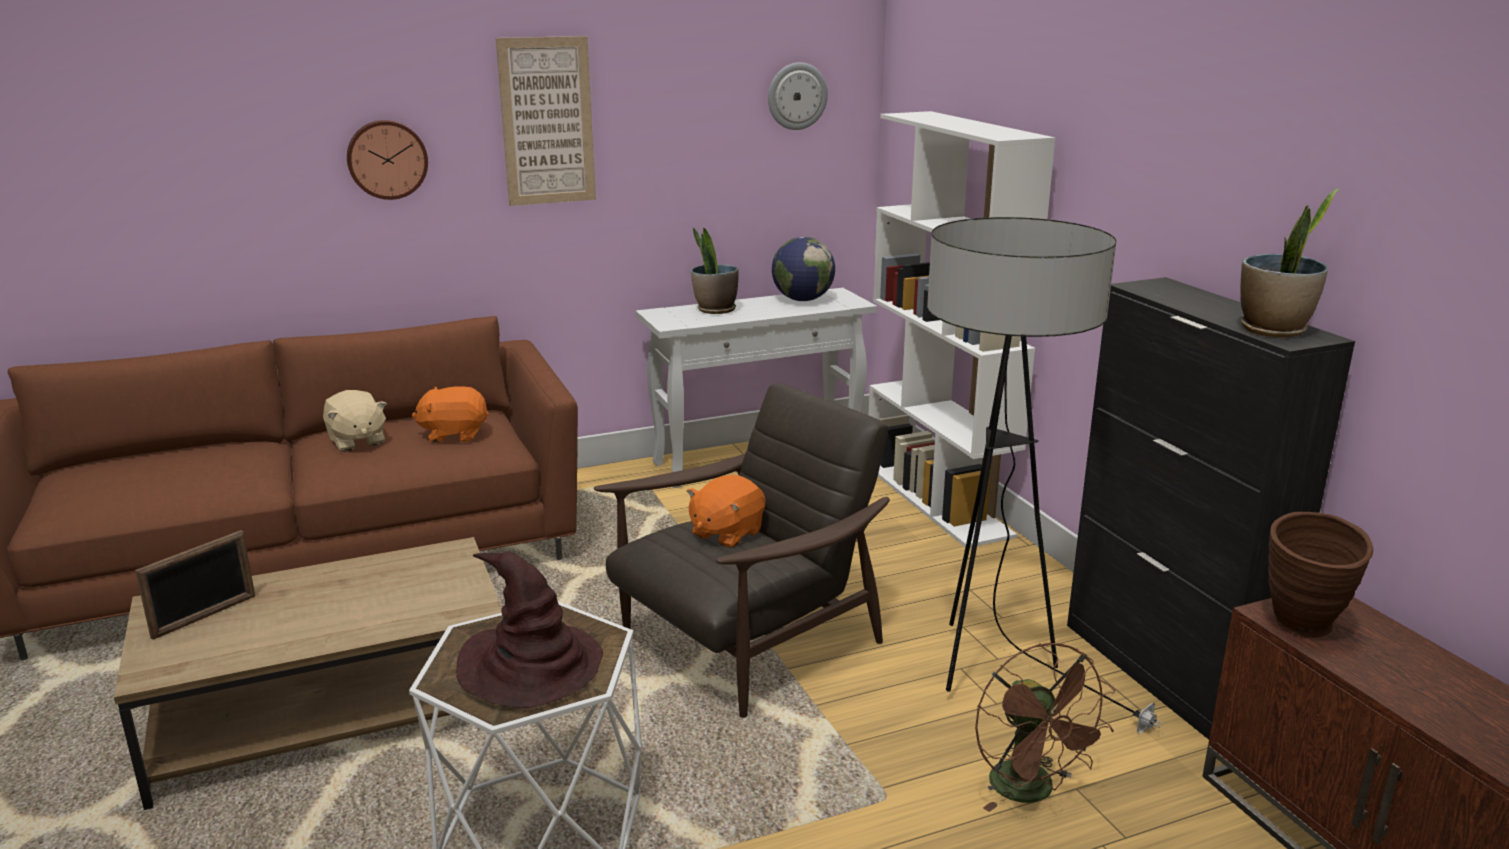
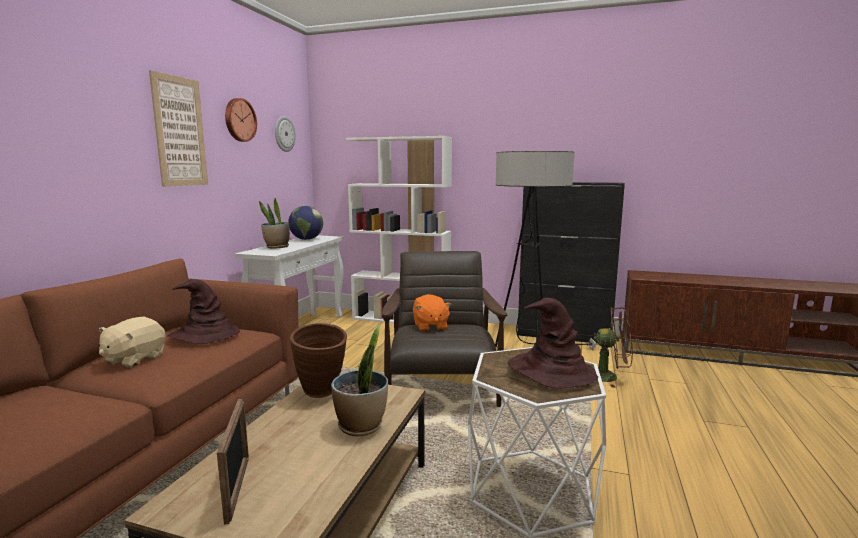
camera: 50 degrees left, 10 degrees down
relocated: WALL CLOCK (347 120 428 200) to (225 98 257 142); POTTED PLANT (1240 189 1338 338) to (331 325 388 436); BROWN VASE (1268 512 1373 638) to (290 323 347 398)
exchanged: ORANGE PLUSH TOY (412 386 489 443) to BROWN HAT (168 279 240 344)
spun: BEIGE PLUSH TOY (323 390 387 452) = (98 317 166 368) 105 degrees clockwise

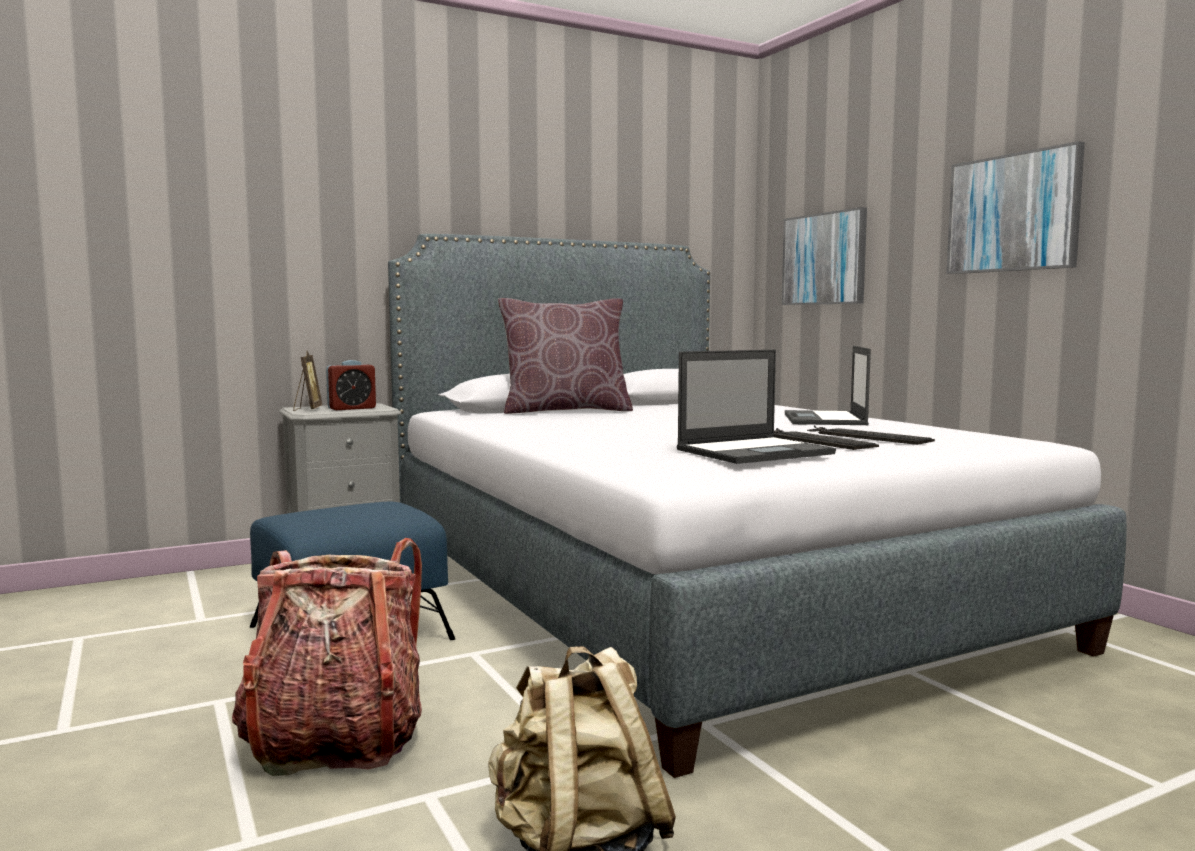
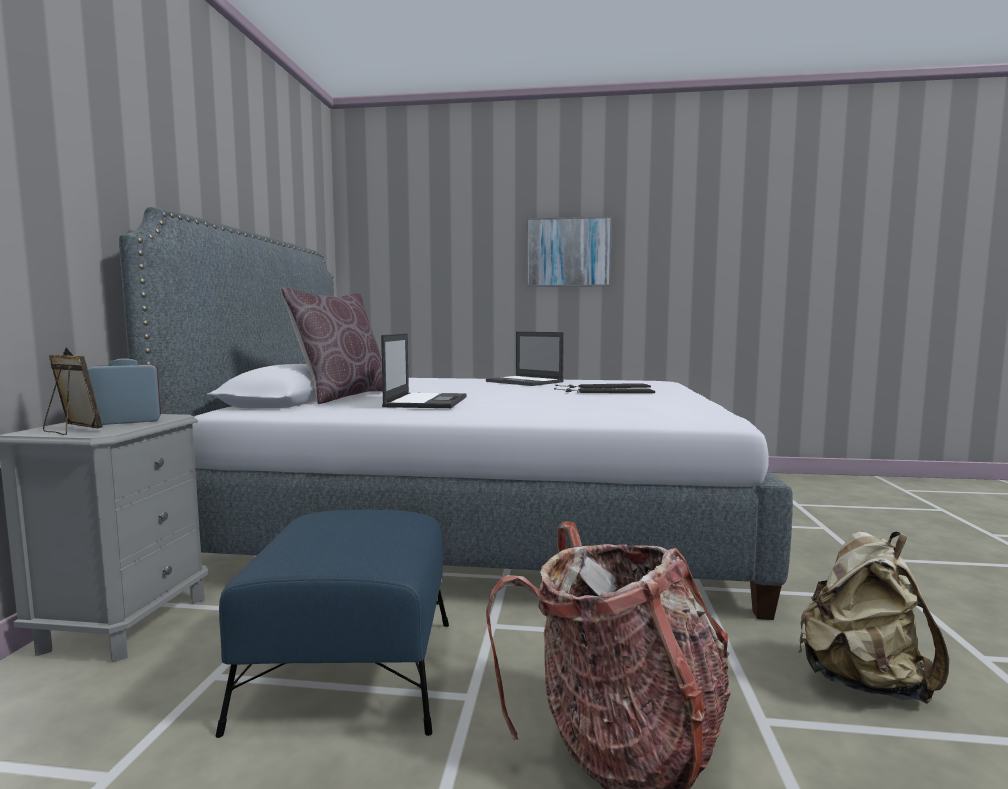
camera: 55 degrees left, 0 degrees up
missing: PICTURE (782 207 867 305)
relocated: LAPTOP (677 350 836 464) to (381 333 466 408)
spun: ALARM CLOCK (326 360 376 410) = (88 358 161 425) 120 degrees counterclockwise

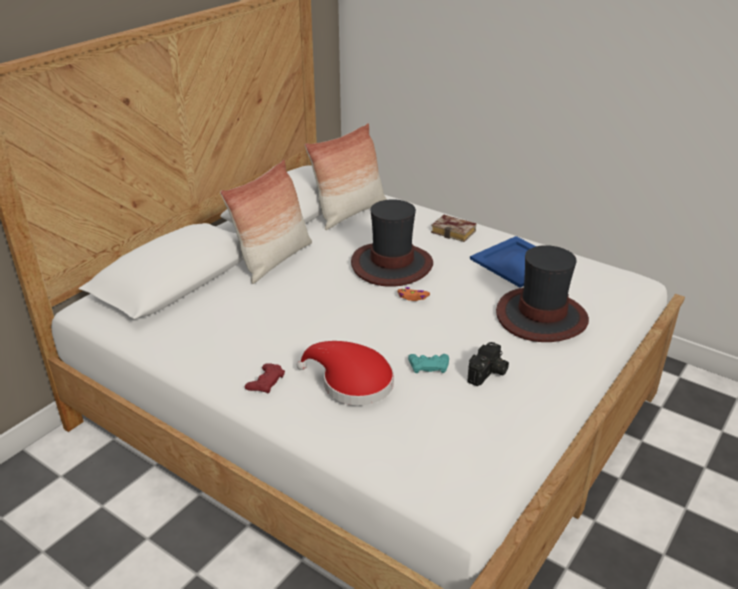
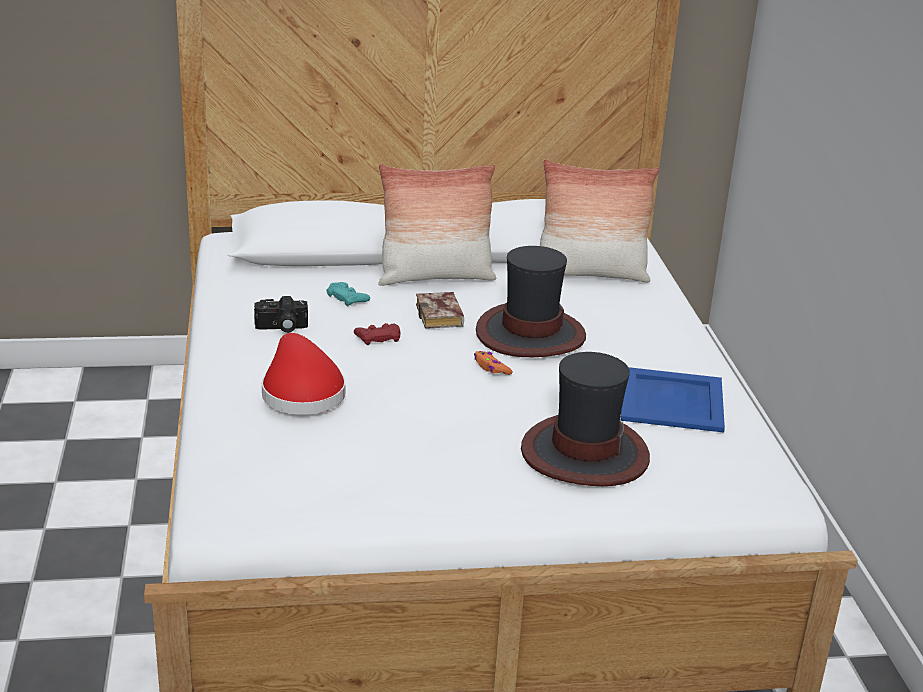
camera: 45 degrees right, 5 degrees down
relocated: RED GAME CONTROLLER (245 363 285 393) to (354 323 401 345); TURQUOISE GAME CONTROLLER (408 354 449 373) to (326 282 370 307); BOOK (431 215 477 242) to (416 292 464 329); PHOTO CAMERA (468 342 509 386) to (254 296 308 333)

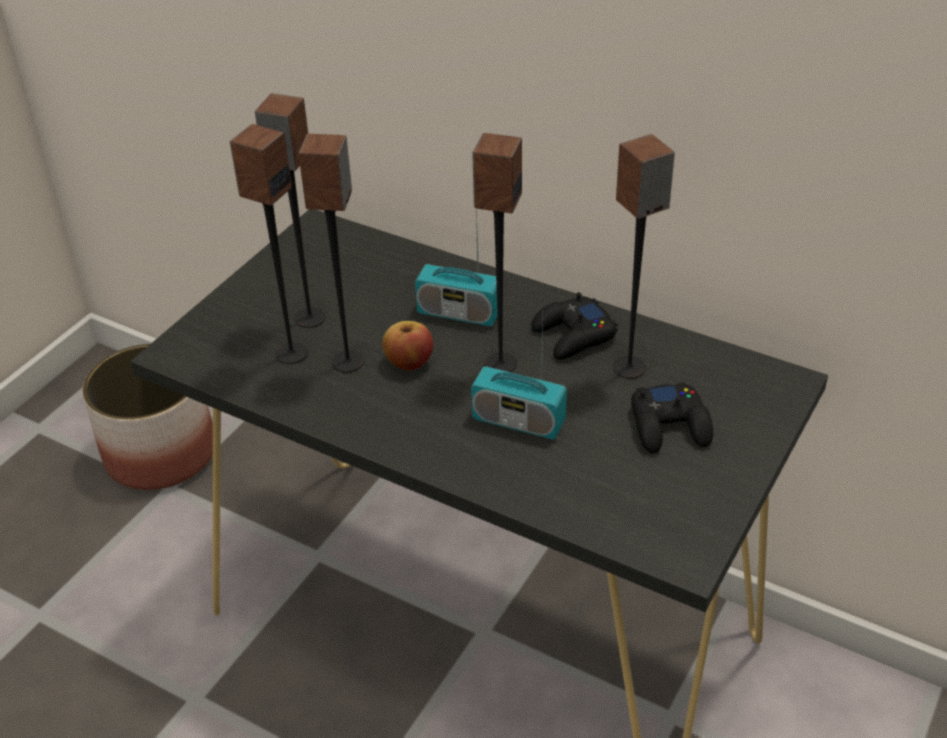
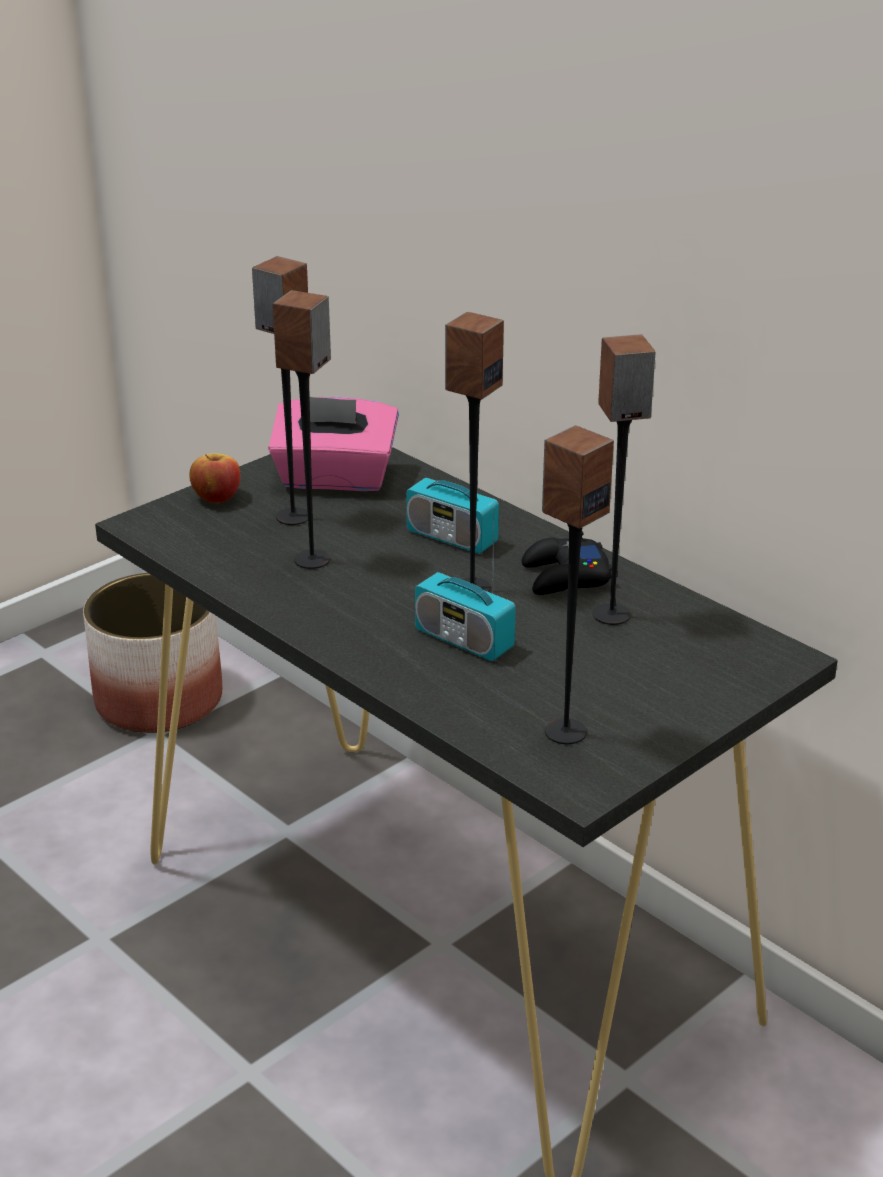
camera: 15 degrees right, 10 degrees down
missing: BLACK GAME CONTROLLER (631 382 713 453)
appeared: PINK TISSUE BOX (268 397 399 491)
relocated: SPEAKER (230 124 308 364) to (542 426 614 744); APPLE (382 321 433 370) to (189 453 240 503)

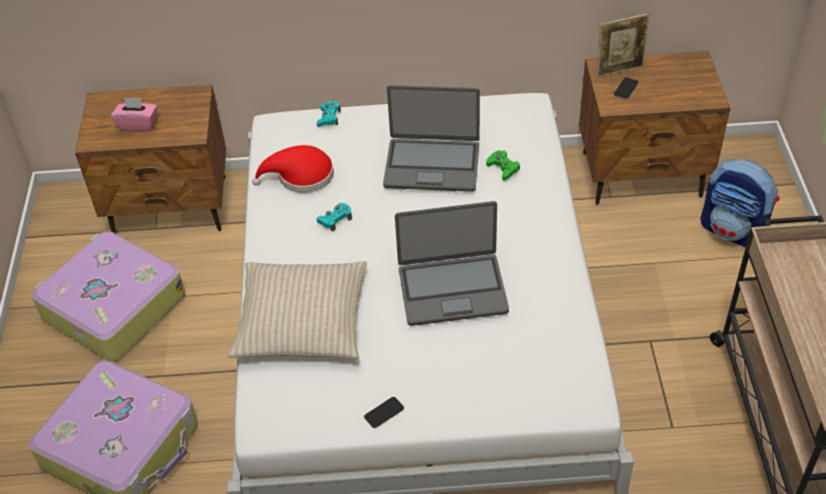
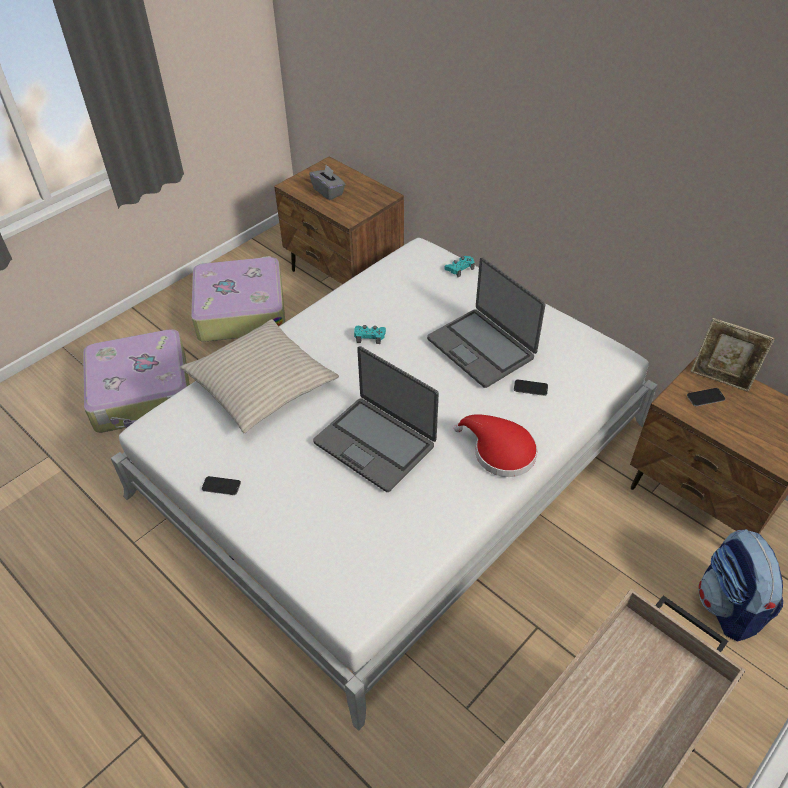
camera: 45 degrees right, 0 degrees up
relocated: RED HAT (252 145 334 193) to (454 414 537 477)
exchanged: GREEN GAME CONTROLLER (486 150 520 180) to PHONE (514 379 548 396)
colour: PINK TISSUE BOX (111 97 157 132) to GREY TISSUE BOX (309 165 346 200)

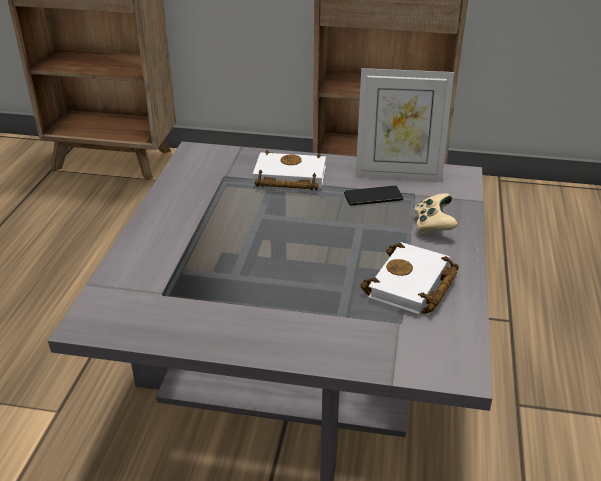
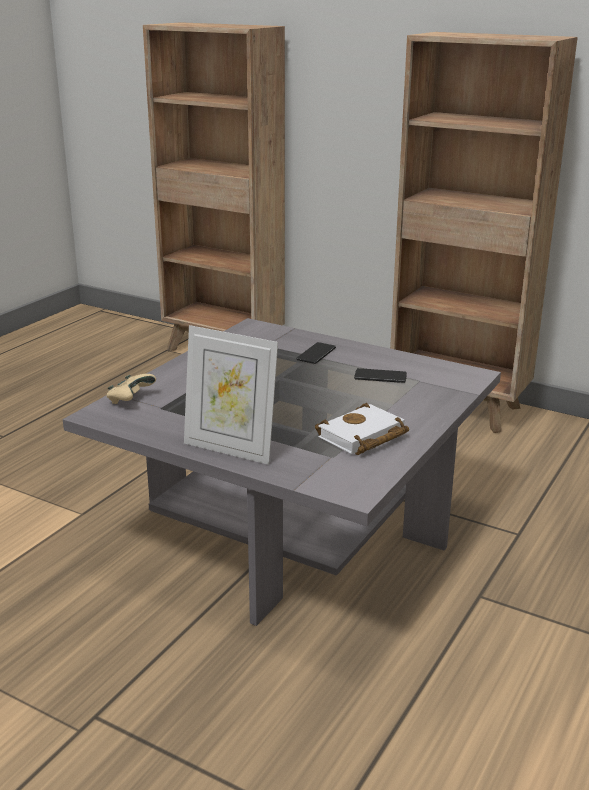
camera: 20 degrees right, 10 degrees down
relocated: PICTURE FRAME (356 68 454 181) to (184 325 278 465); BEIGE GAME CONTROLLER (414 193 458 234) to (106 374 156 404)
exchanged: WHITE BOOK (253 150 326 191) to PHONE (296 342 336 364)

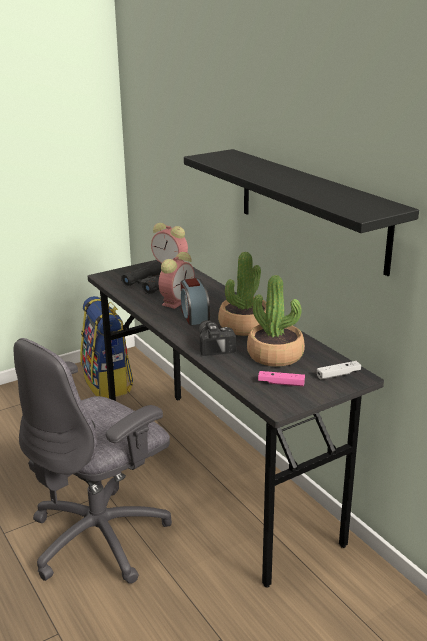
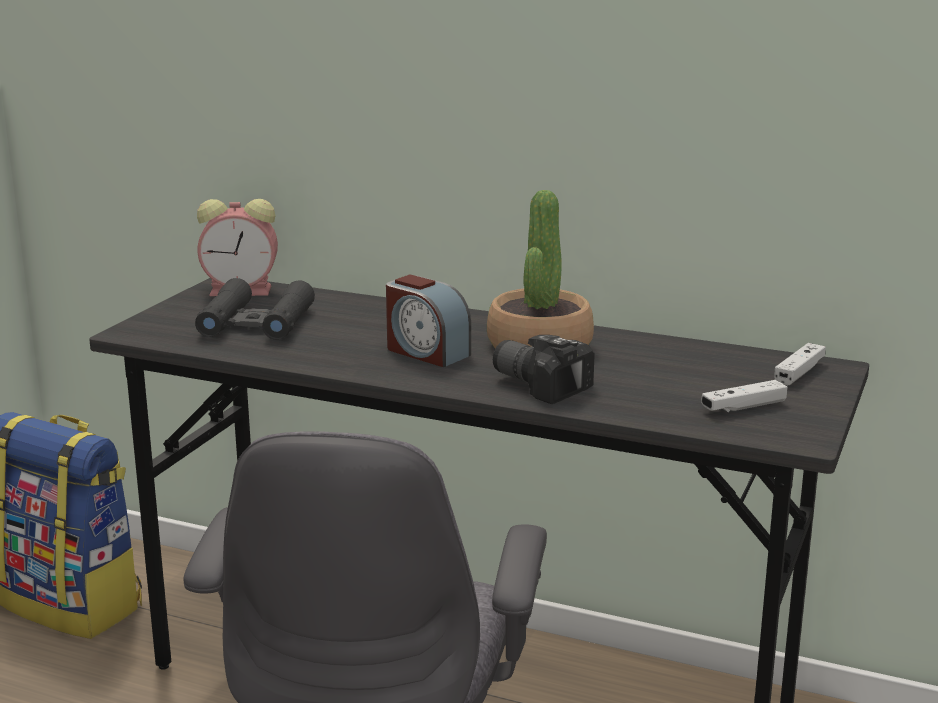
camera: 35 degrees left, 5 degrees down
missing: ALARM CLOCK (159 252 195 309); BLACK SHELF (184 149 419 276); POTTED PLANT (247 275 305 367)
colour: PINK GAME CONTROLLER (258 371 305 387) to WHITE GAME CONTROLLER (701 380 787 412)

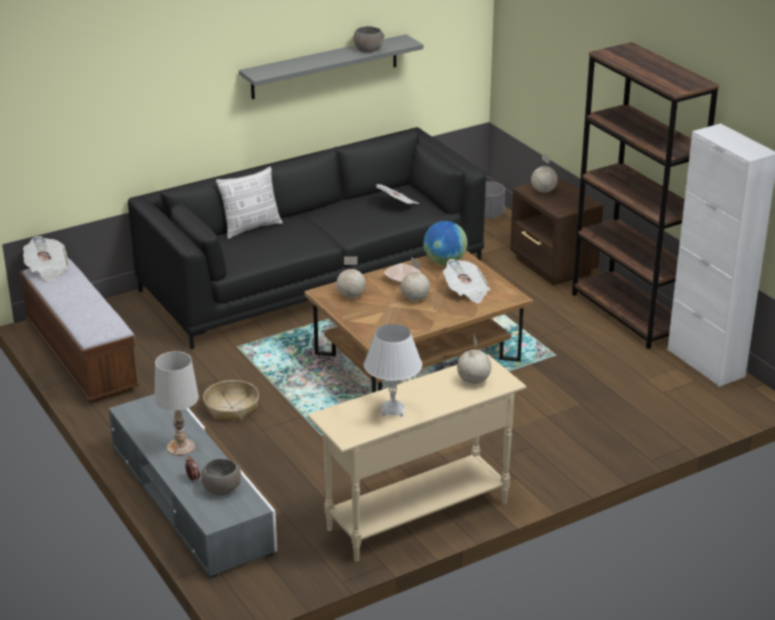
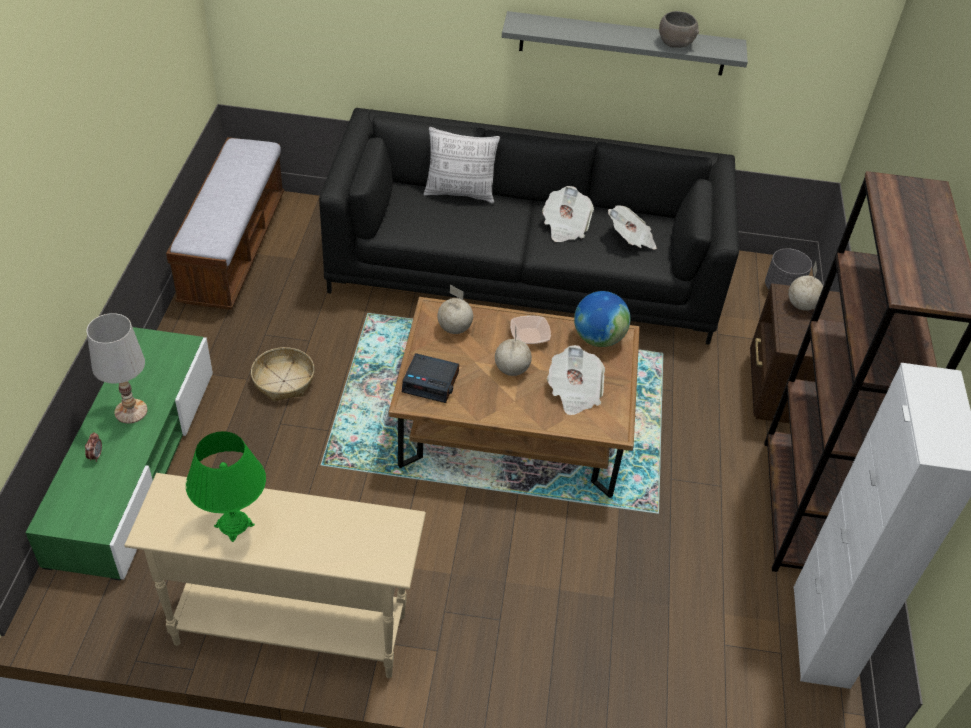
camera: 35 degrees right, 15 degrees up
missing: GREY BOWL (201 459 242 496); GLOBE (457 334 491 384)
appeared: ALARM CLOCK (402 353 459 403)
relocated: NEWSPAPER (23 236 69 281) to (542 186 594 242)
colour: GREY TV STAND (109 394 277 578) to GREEN TV STAND (25 327 213 581); WHITE TABLE LAMP (364 324 422 417) to GREEN TABLE LAMP (186 431 266 542)

